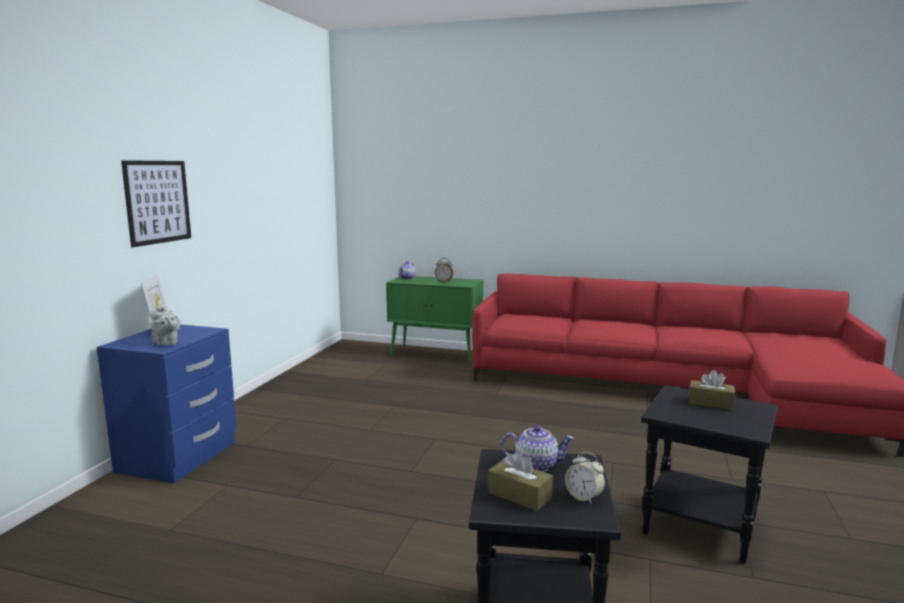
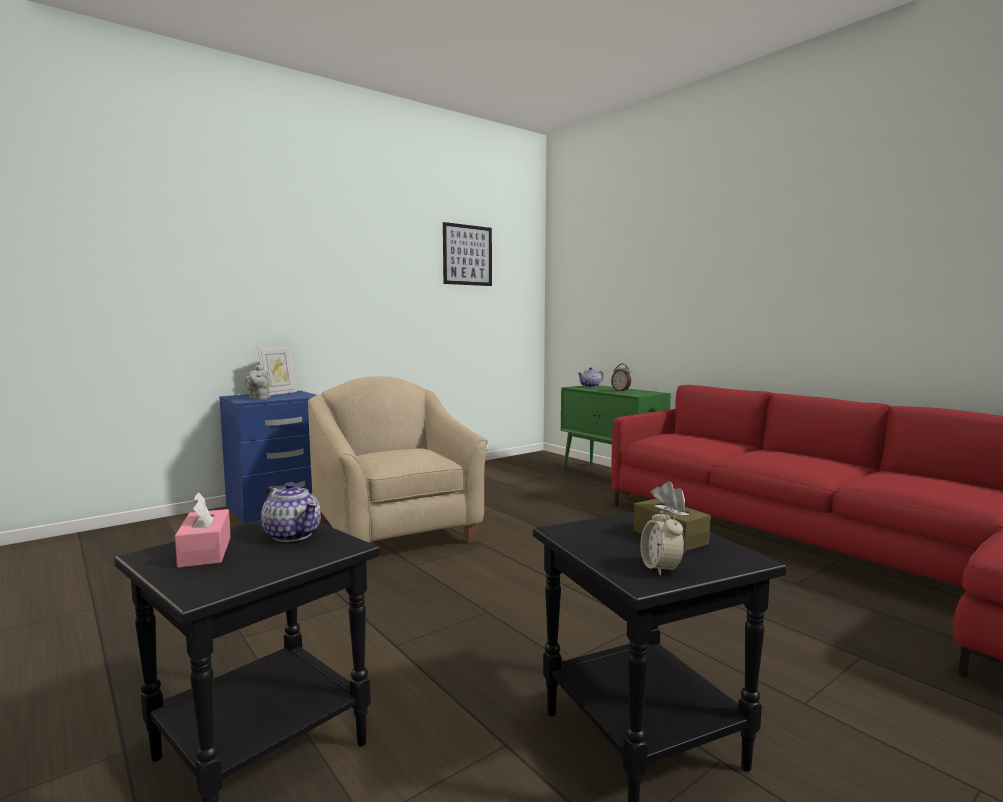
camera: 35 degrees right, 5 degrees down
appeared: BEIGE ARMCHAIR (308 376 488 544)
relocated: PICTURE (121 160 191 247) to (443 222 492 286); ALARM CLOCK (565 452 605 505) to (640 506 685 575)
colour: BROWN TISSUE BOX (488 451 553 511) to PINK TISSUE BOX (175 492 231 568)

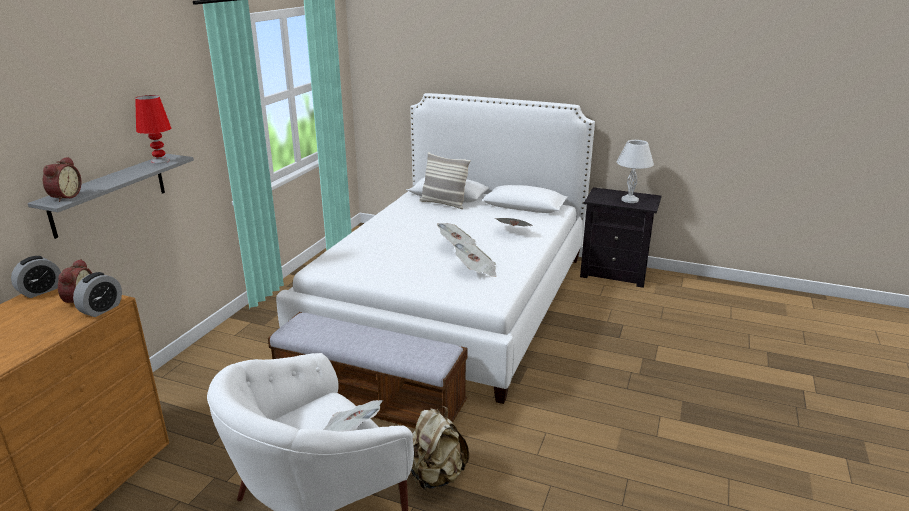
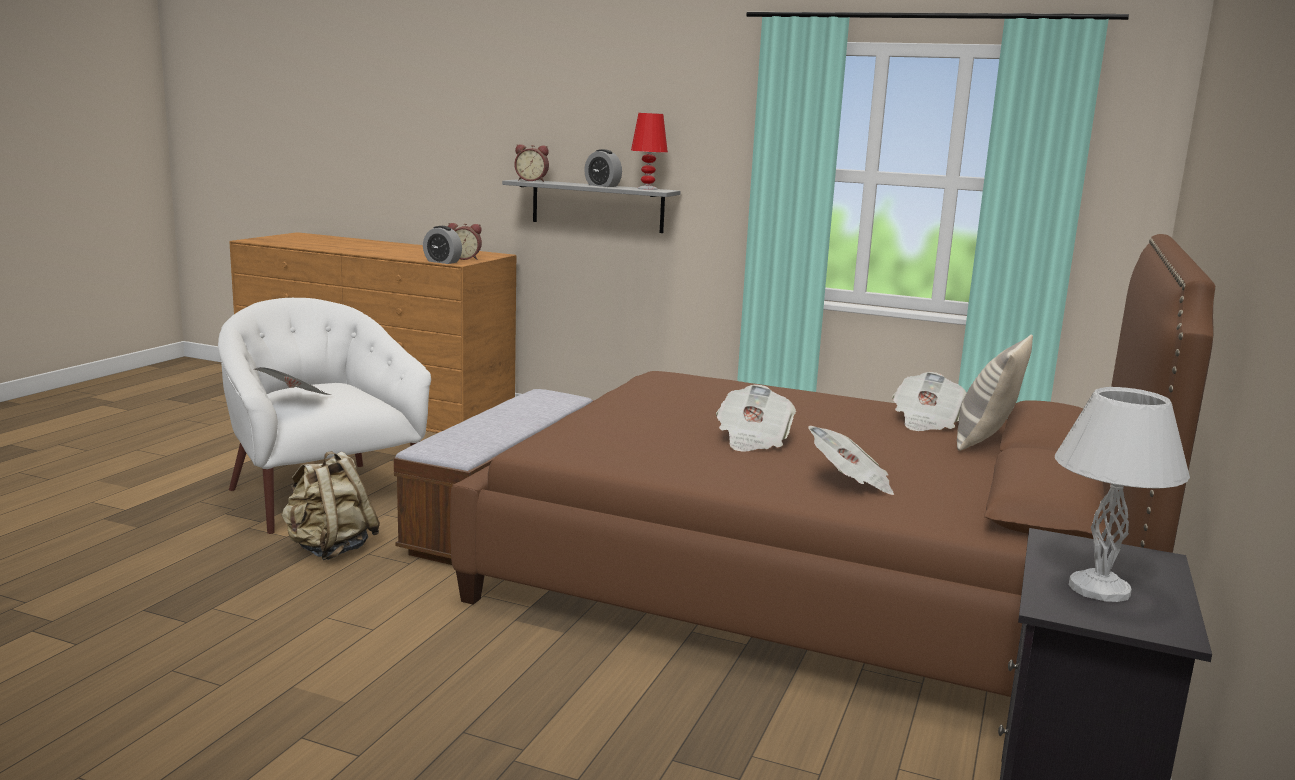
camera: 90 degrees right, 10 degrees down
relocated: ALARM CLOCK (11 256 61 298) to (584 149 622 187); NEWSPAPER (454 243 496 277) to (892 372 967 431)
colour: WHITE BED (276 93 595 404) to BROWN BED (450 234 1215 697)

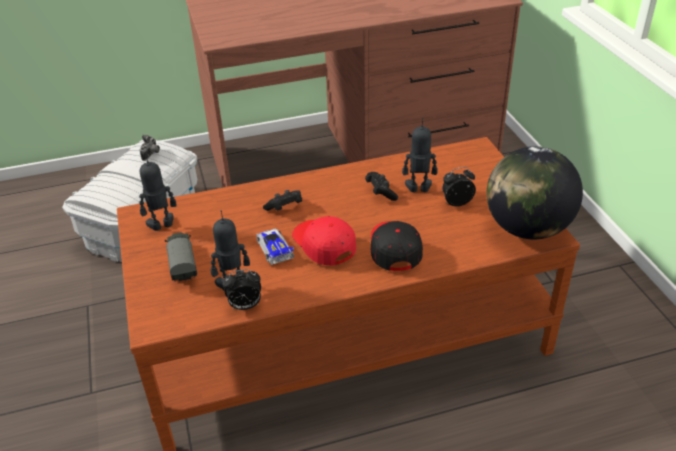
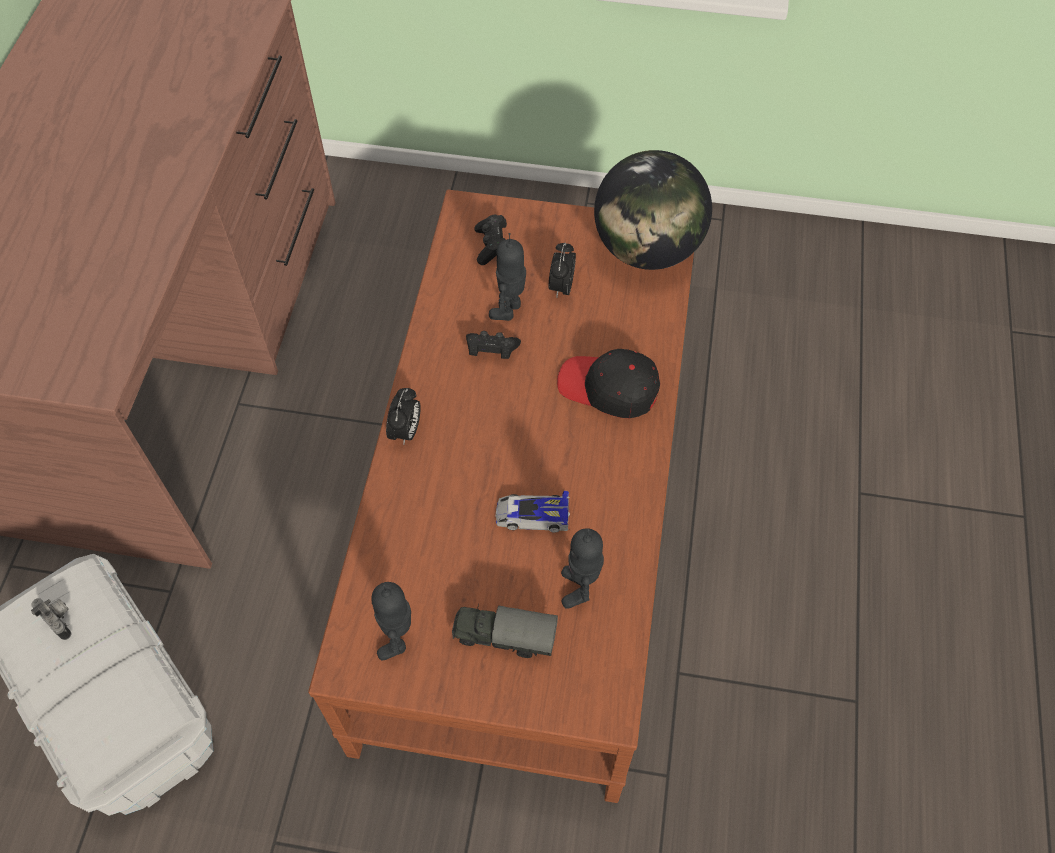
camera: 65 degrees left, 20 degrees up
missing: RED CAP (292 216 356 266)
relocated: ALARM CLOCK (222 269 261 310) to (386 388 421 444); BLACK GAME CONTROLLER (263 190 302 211) to (474 215 507 265)

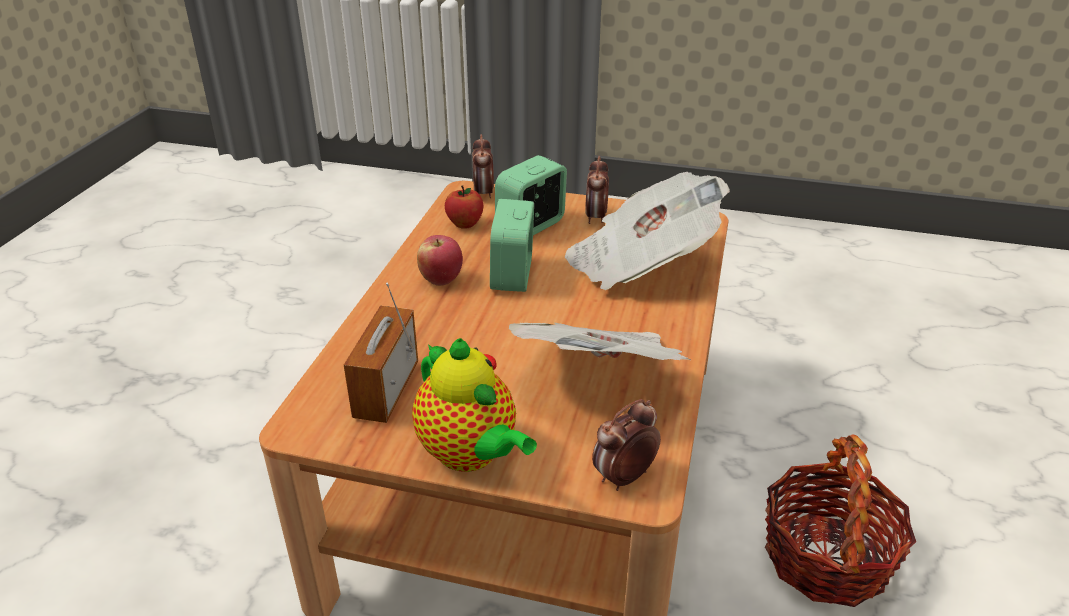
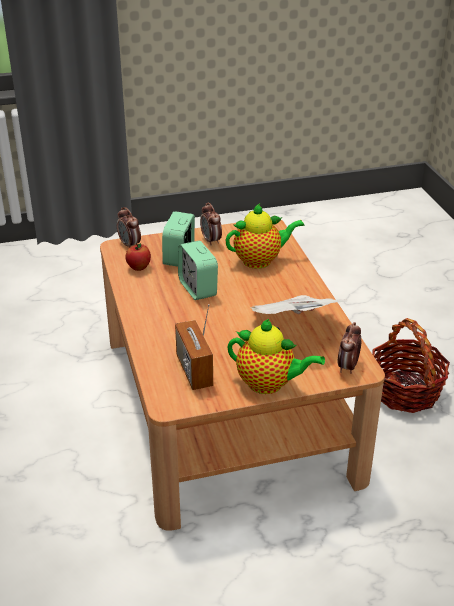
camera: 30 degrees left, 0 degrees up
missing: APPLE (417 235 463 286)
exchanged: NEWSPAPER (565 172 730 290) to TEAPOT (225 203 305 269)

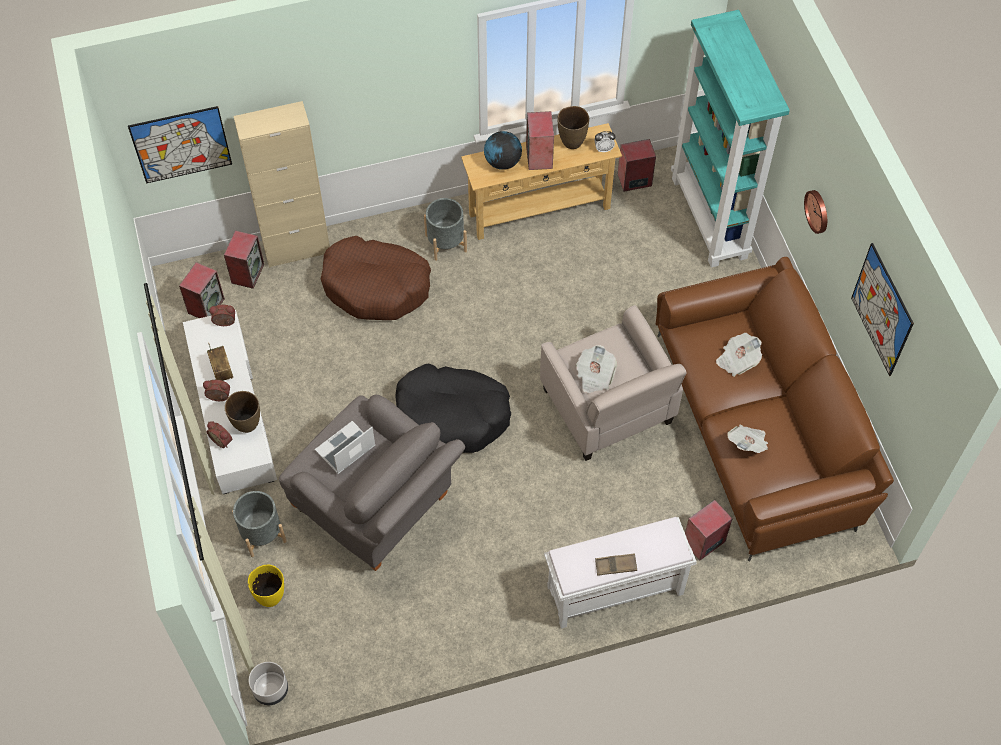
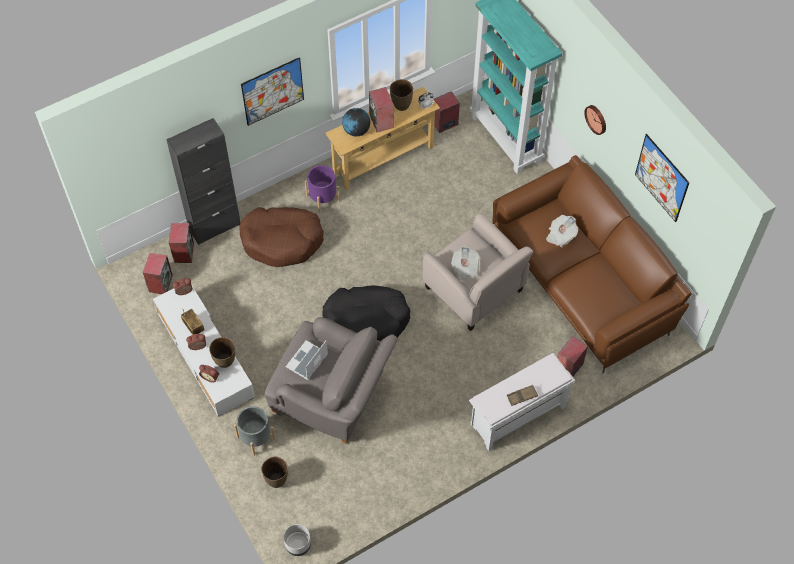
camera: 15 degrees left, 0 degrees up
missing: NEWSPAPER (727 425 768 453)
relocated: PICTURE (128 106 232 184) to (241 57 304 126)
colour: BEIGE CABINET (234 101 330 268) to BLACK CABINET (166 118 240 245); YELLOW VASE (248 565 284 607) to BROWN VASE (261 457 288 488); GREY PLANTER (424 198 467 261) to PURPLE PLANTER (305 165 340 213)

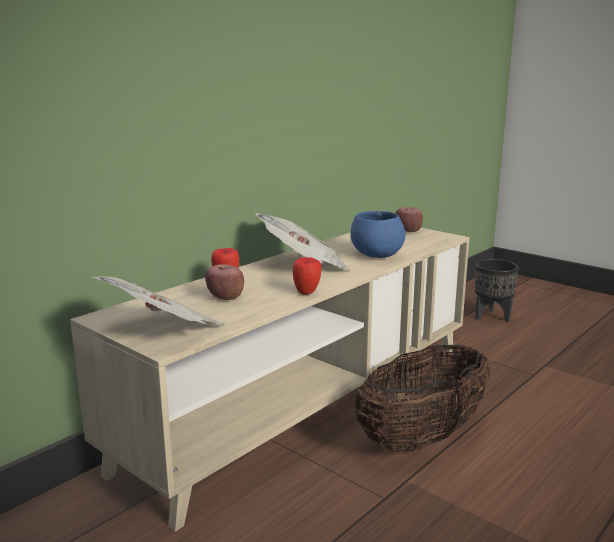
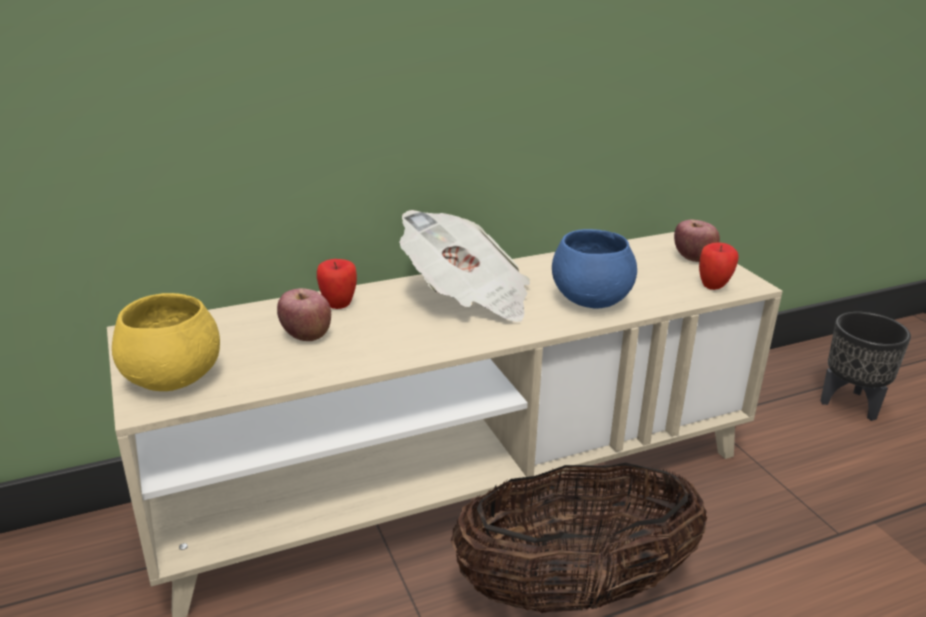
camera: 25 degrees right, 10 degrees up
relocated: APPLE (293 257 321 295) to (699 242 739 290)
exchanged: NEWSPAPER (92 276 226 324) to YELLOW BOWL (112 293 220 391)

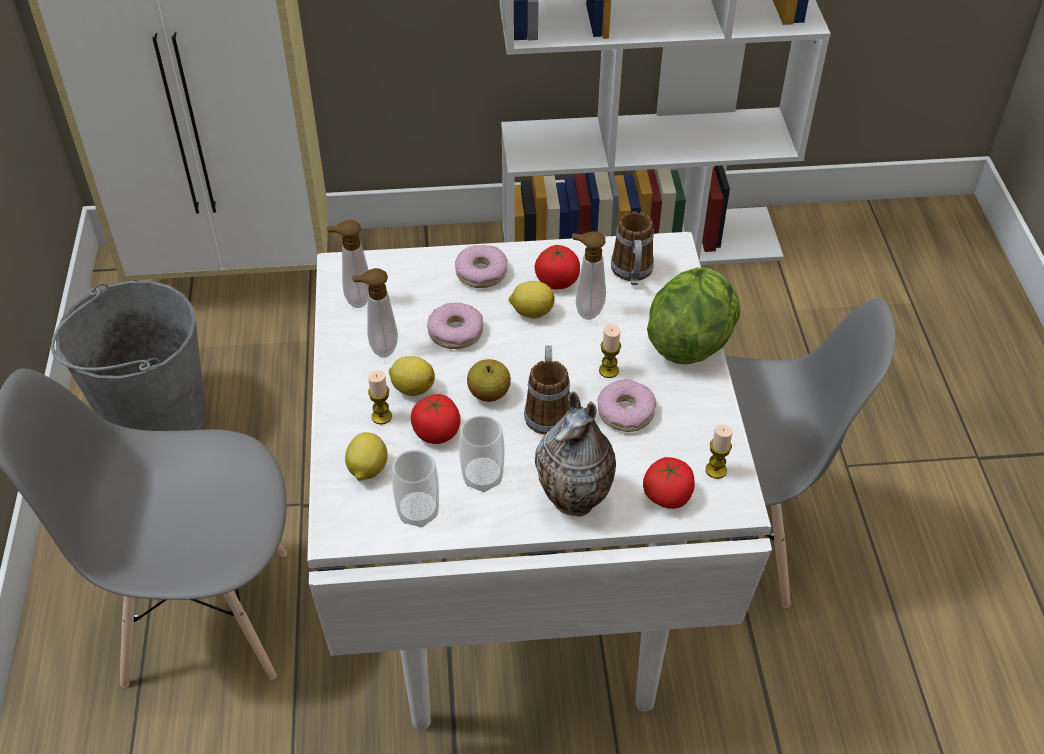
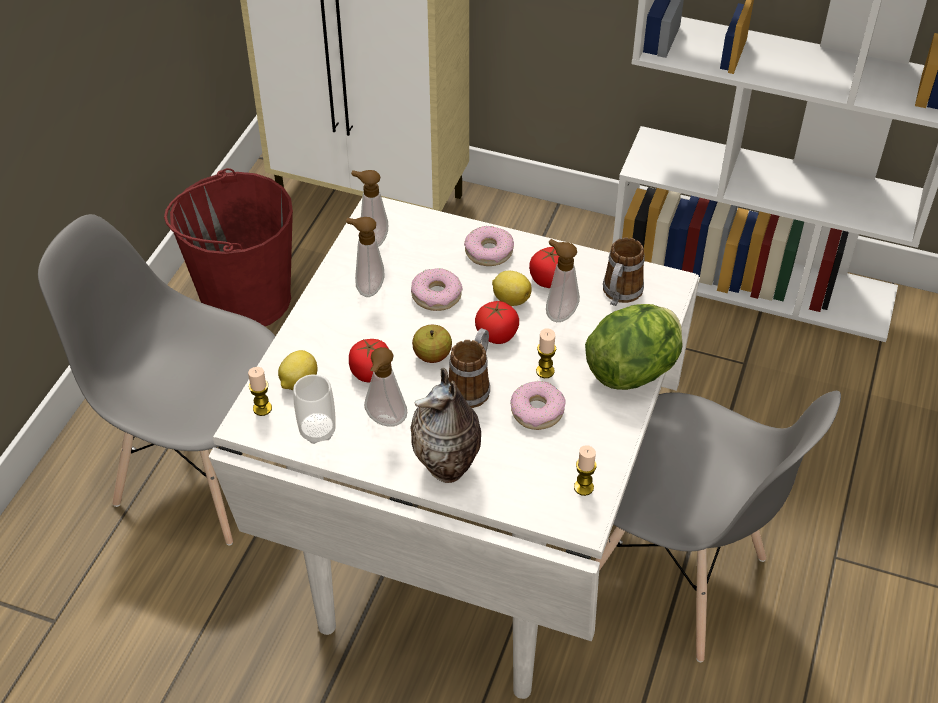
camera: 25 degrees right, 0 degrees up
missing: LEMON (389 356 435 396)
relocated: CANDLE (368 371 392 424) to (248 367 272 416); TOMATO (643 457 695 509) to (475 301 519 344)
exchanged: CUP (459 415 504 492) to SOAP DISPENSER (364 347 407 427)
colour: GREY BUCKET (51 281 207 431) to RED BUCKET (164 168 293 326)

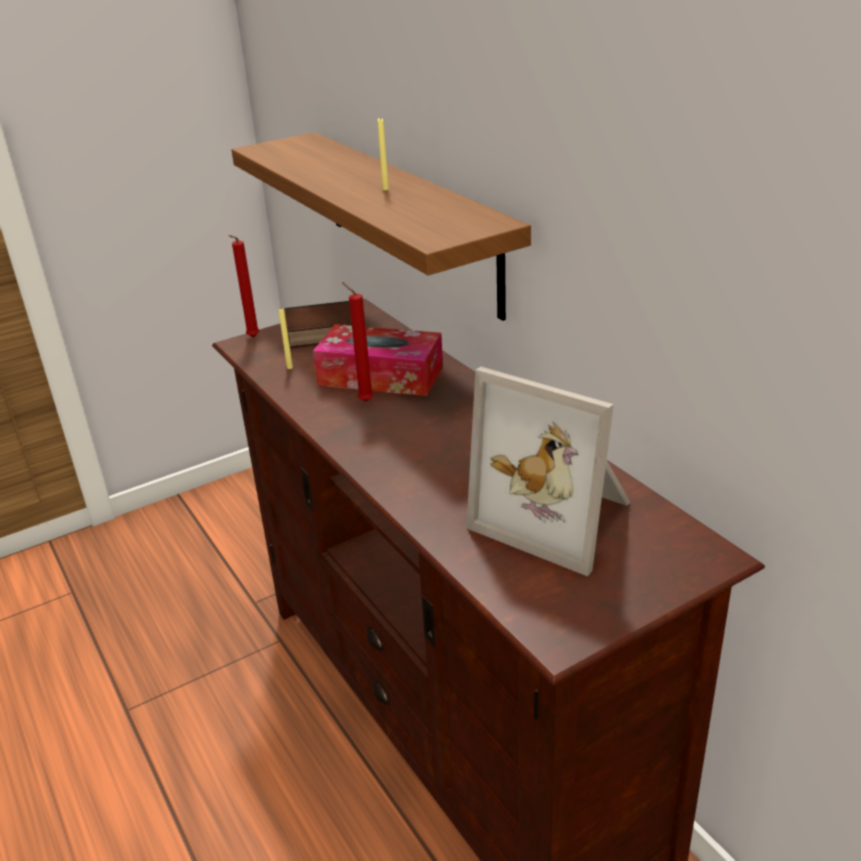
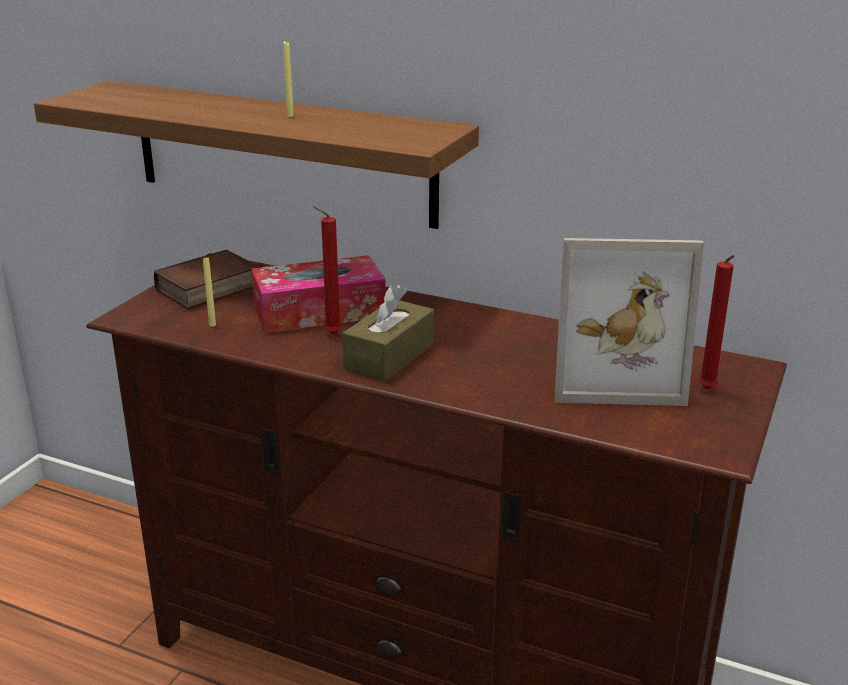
camera: 35 degrees left, 5 degrees down
appeared: BROWN TISSUE BOX (342 284 434 382)
relocated: RED CANDLE (229 235 260 337) to (699 255 735 389)

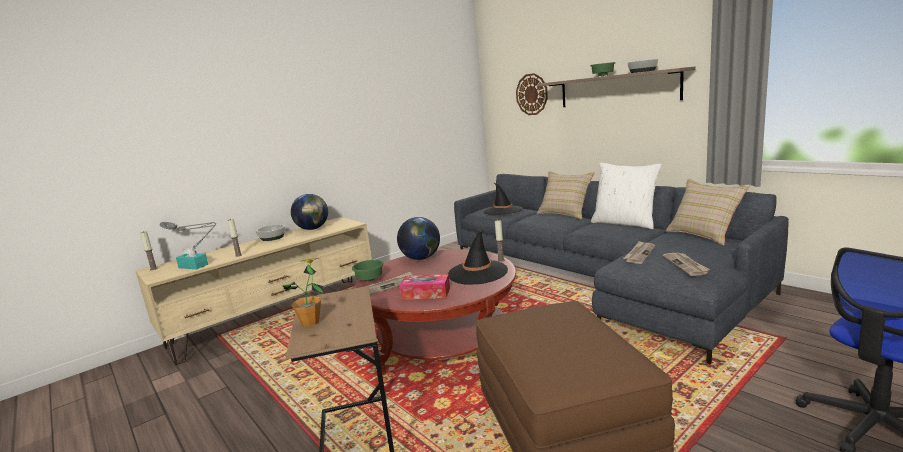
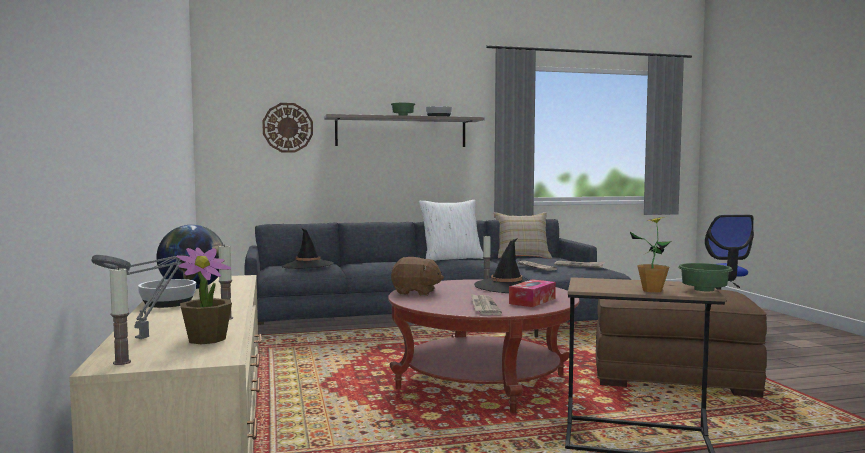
camera: 65 degrees left, 10 degrees down
missing: BEIGE PILLOW (537 171 595 220)
relocated: GREEN BOWL (352 260 384 281) to (678 263 733 291)
exchanged: TURQUOISE TISSUE BOX (176 245 208 269) to POTTED PLANT (176 247 232 344); GLOBE (397 217 440 260) to BROWN PLUSH TOY (391 257 444 296)

